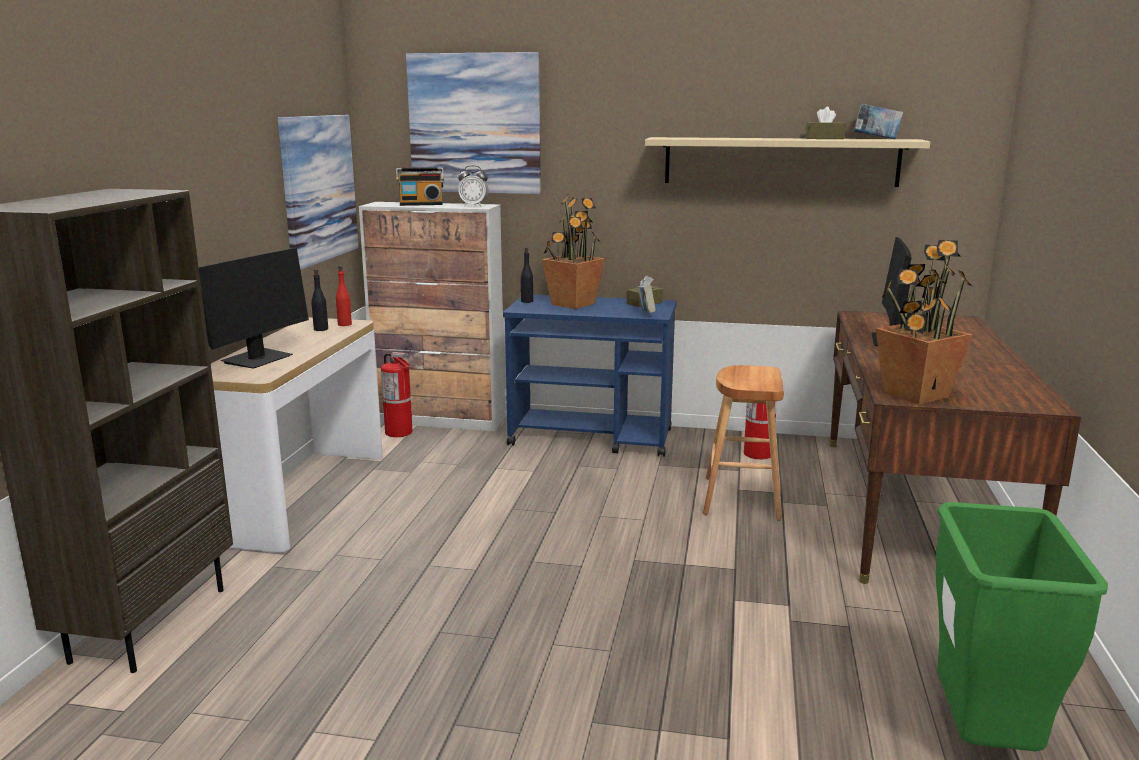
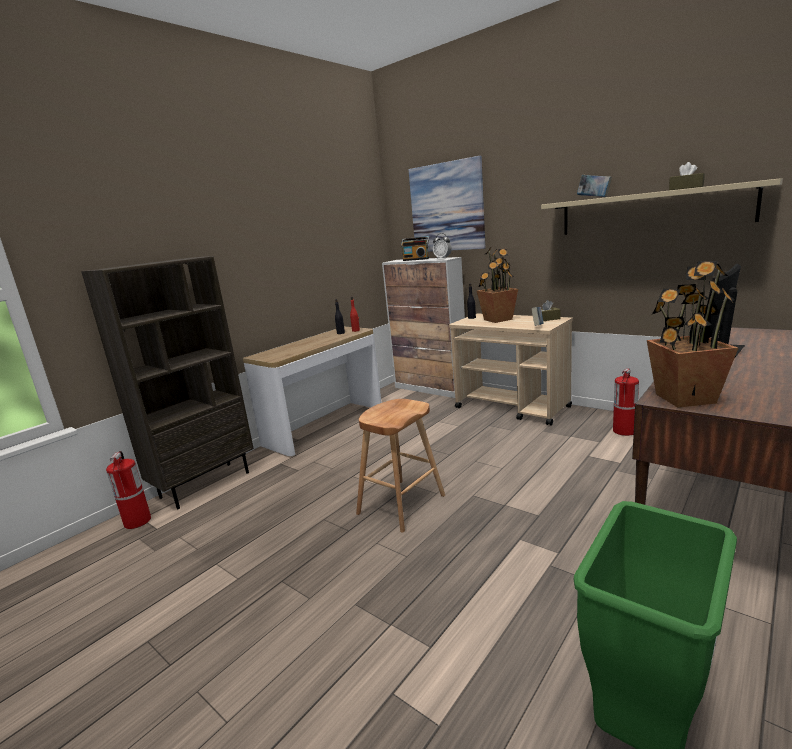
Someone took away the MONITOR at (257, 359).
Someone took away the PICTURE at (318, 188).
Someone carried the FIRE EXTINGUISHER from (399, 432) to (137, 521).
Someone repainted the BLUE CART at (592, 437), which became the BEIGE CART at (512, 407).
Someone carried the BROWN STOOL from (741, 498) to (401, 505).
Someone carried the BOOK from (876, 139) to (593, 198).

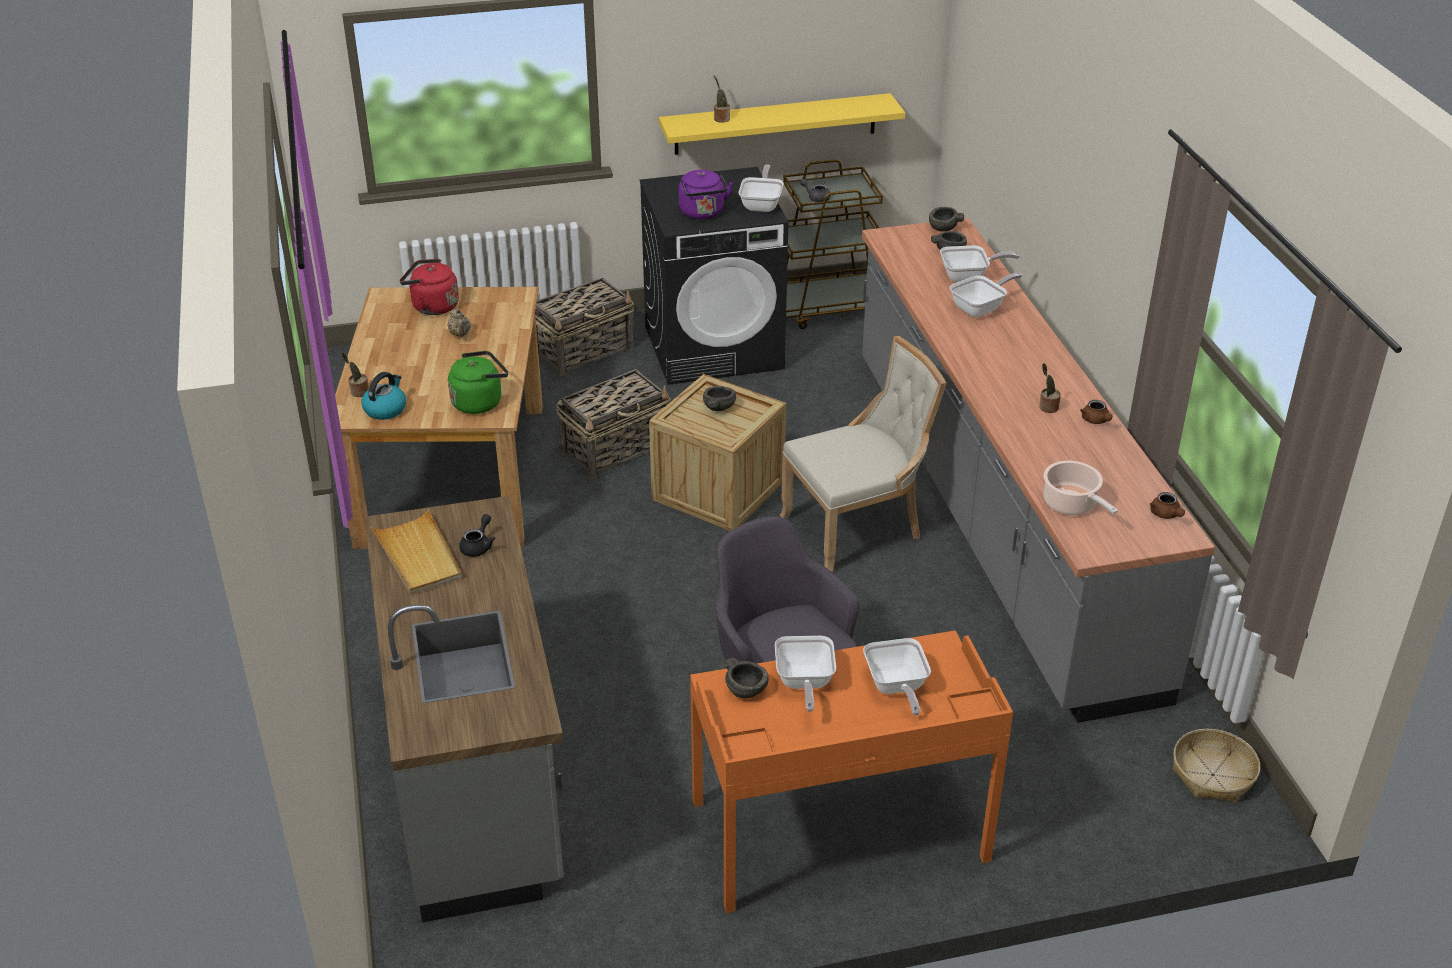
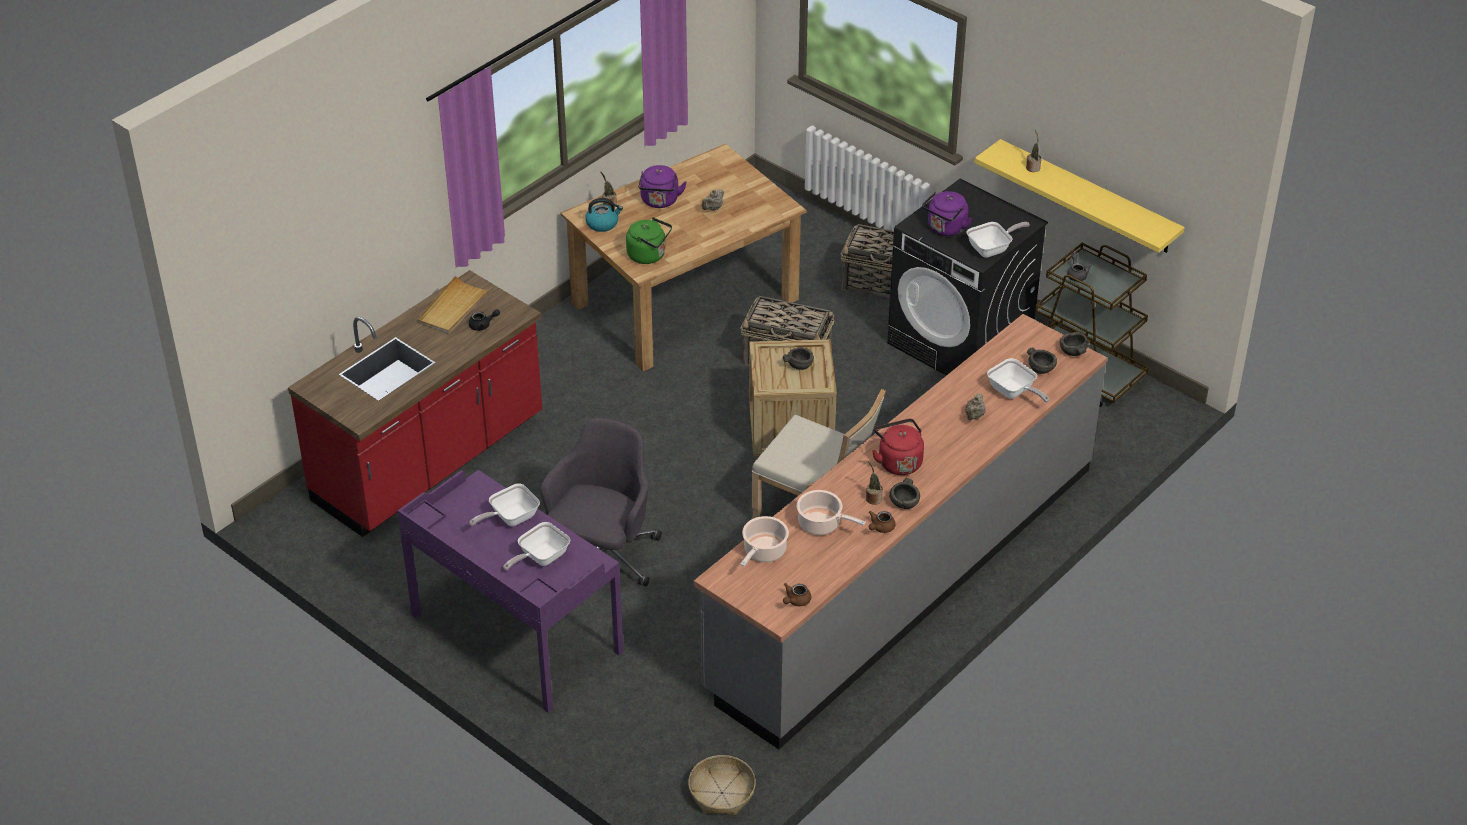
Someone repainted the GREY COUNTER at (476, 776), which became the RED COUNTER at (430, 461).
Someone carried the RED KETTLE from (432, 306) to (898, 461).
Someone repainted the ORANGE DESK at (839, 832), which became the PURPLE DESK at (515, 634).
Someone carried the GREY BOWL from (746, 690) to (904, 503).
Someone swapped the FRYING PAN at (981, 308) for the BEIGE TEAPOT at (974, 416).
Someone put down the PURPLE KETTLE at (660, 201).
Someone put down the COOKING POT at (821, 524).

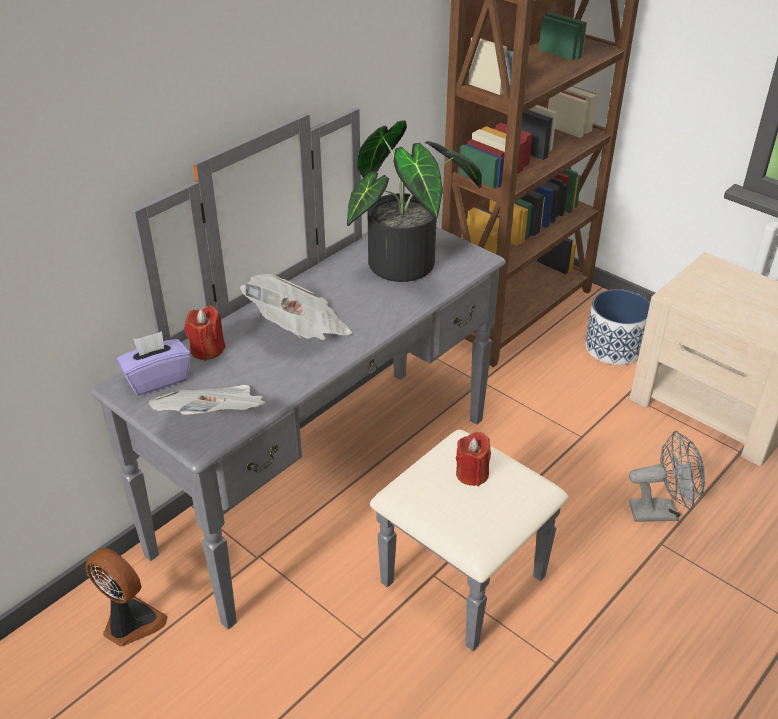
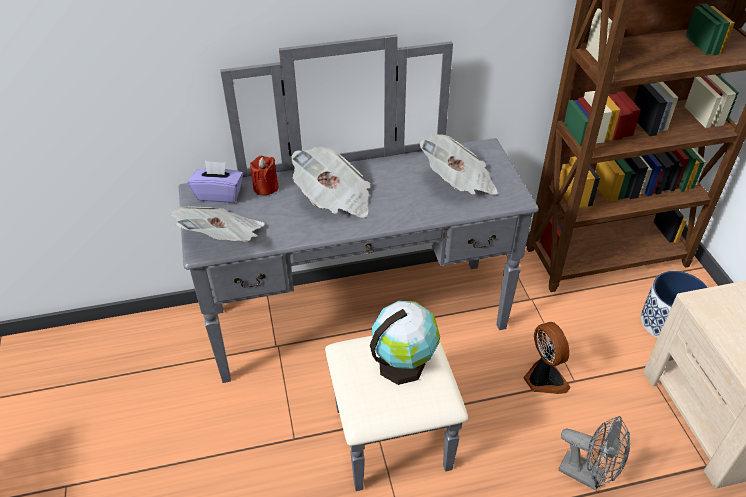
Someone carried the FAN from (130, 623) to (543, 379).
Someone swapped the POTTED PLANT at (410, 265) for the NEWSPAPER at (458, 183).
Someone swapped the RED CANDLE at (472, 474) for the GLOBE at (403, 363).

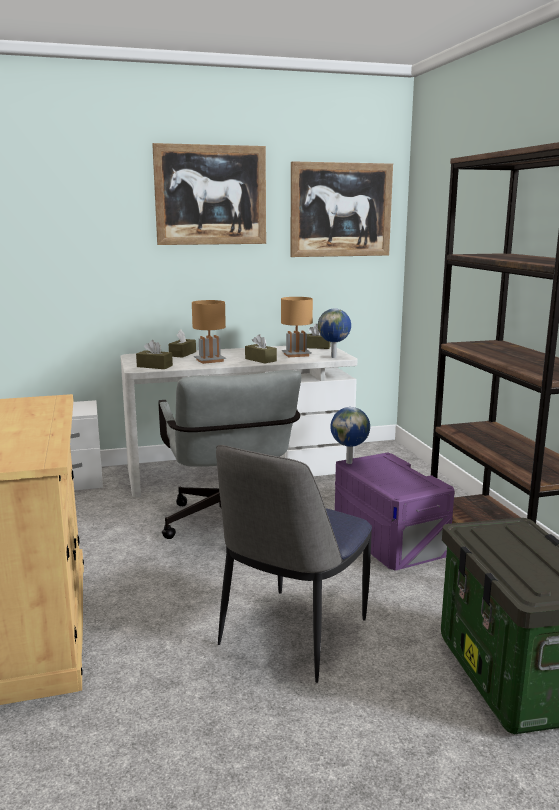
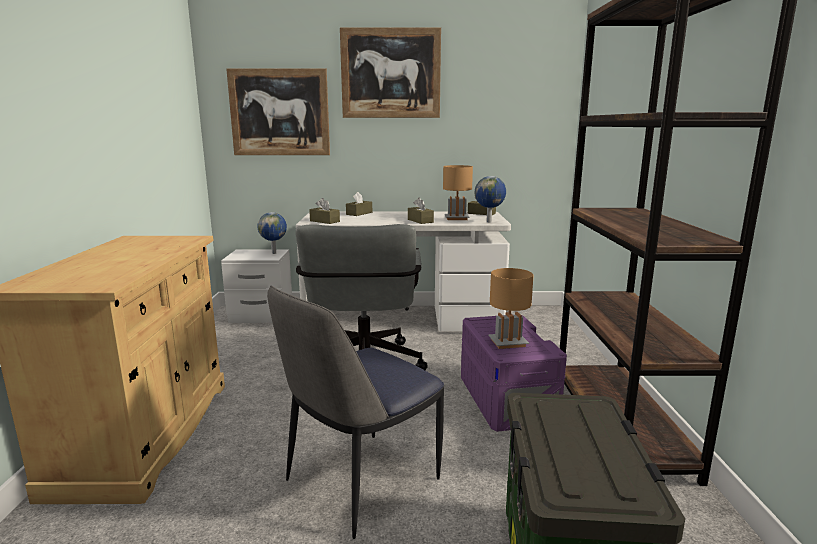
Someone carried the BROWN TABLE LAMP from (209, 360) to (508, 342).
Someone carried the PICTURE from (341, 210) to (279, 112).
Someone carried the GLOBE from (349, 462) to (274, 253).

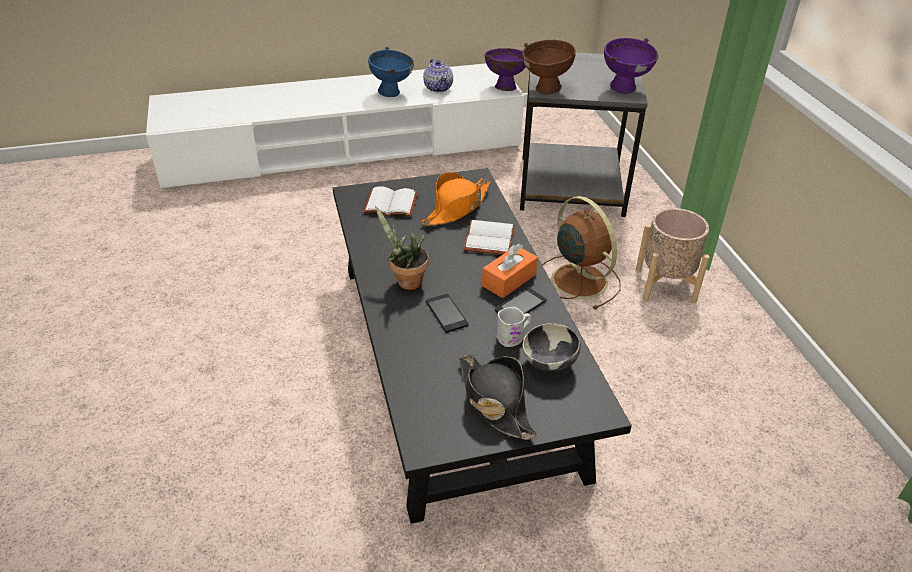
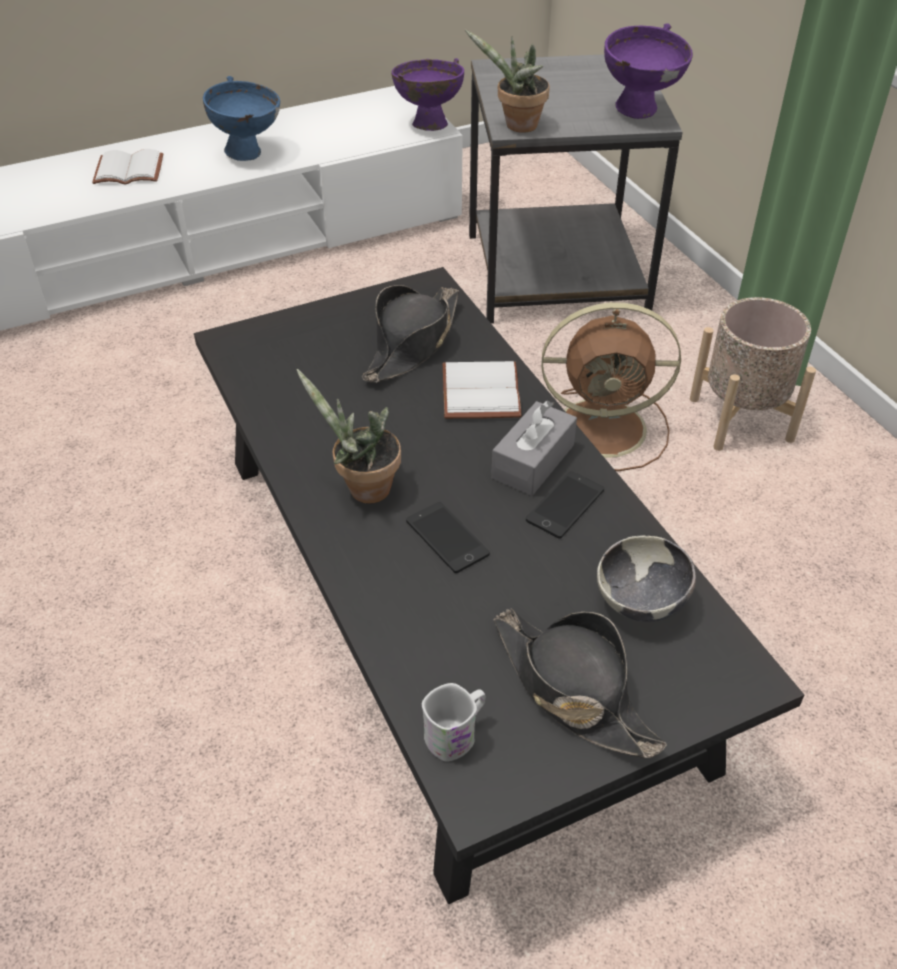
Someone carried the WHITE BOOK from (389, 205) to (127, 172).
Someone repainted the ORANGE HAT at (456, 208), which became the BLACK HAT at (412, 343).
Someone took away the TEAPOT at (438, 88).
Someone repainted the ORANGE TISSUE BOX at (509, 280), which became the GREY TISSUE BOX at (533, 461).
Someone carried the WHITE MUG from (513, 337) to (456, 735).
Someone swapped the BROWN BOWL at (546, 90) for the POTTED PLANT at (517, 126).
Someone rotated the BROWN FAN at (577, 279) by 135 degrees clockwise.

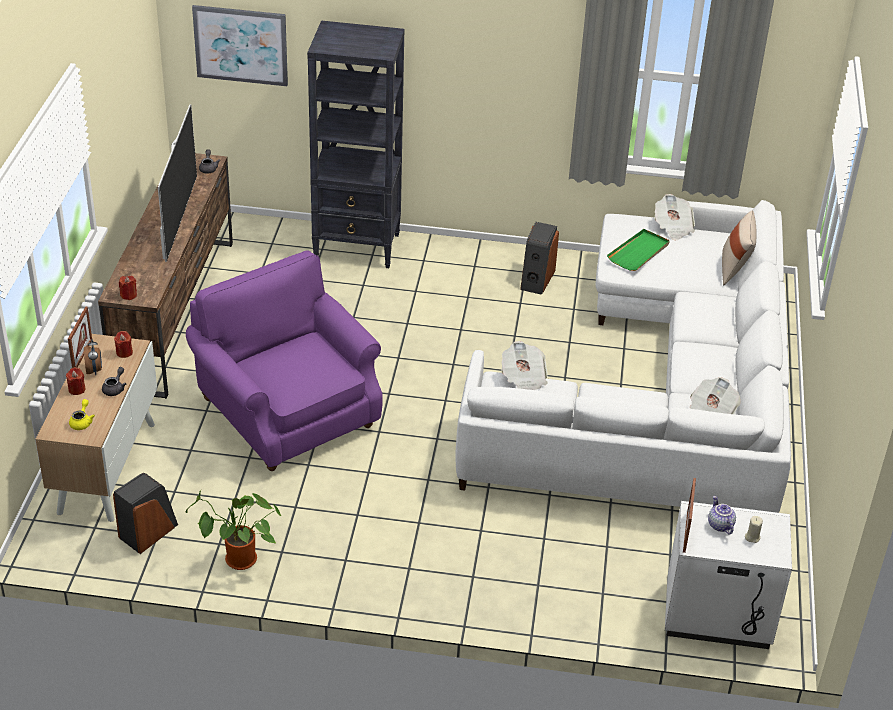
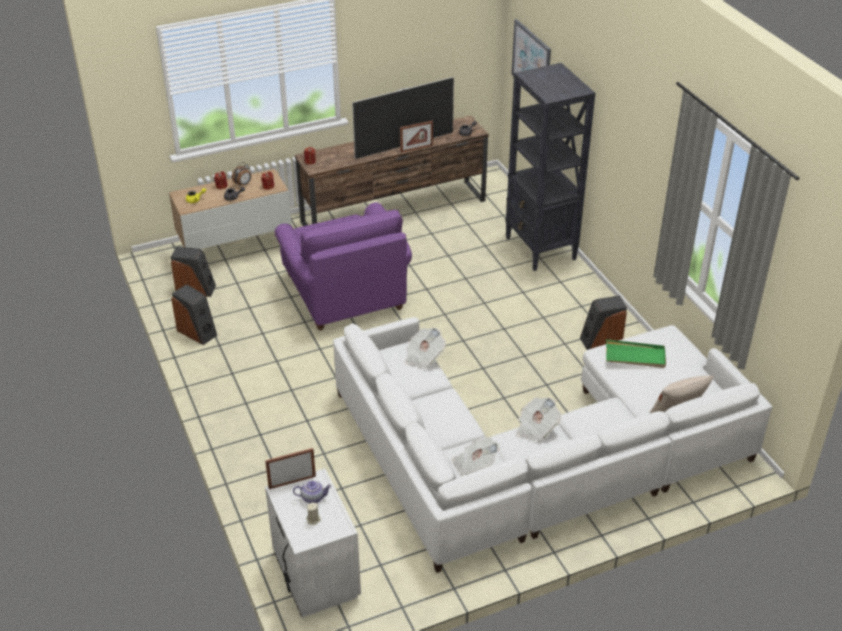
Someone carried the PICTURE FRAME from (82, 355) to (416, 148).
Someone rotated the PURPLE ARMCHAIR at (287, 412) by 135 degrees clockwise.
Someone swapped the POTTED PLANT at (238, 562) for the SPEAKER at (197, 332).
Someone carried the NEWSPAPER from (673, 227) to (536, 428).
Someone rotated the TEAPOT at (719, 525) by 45 degrees clockwise.

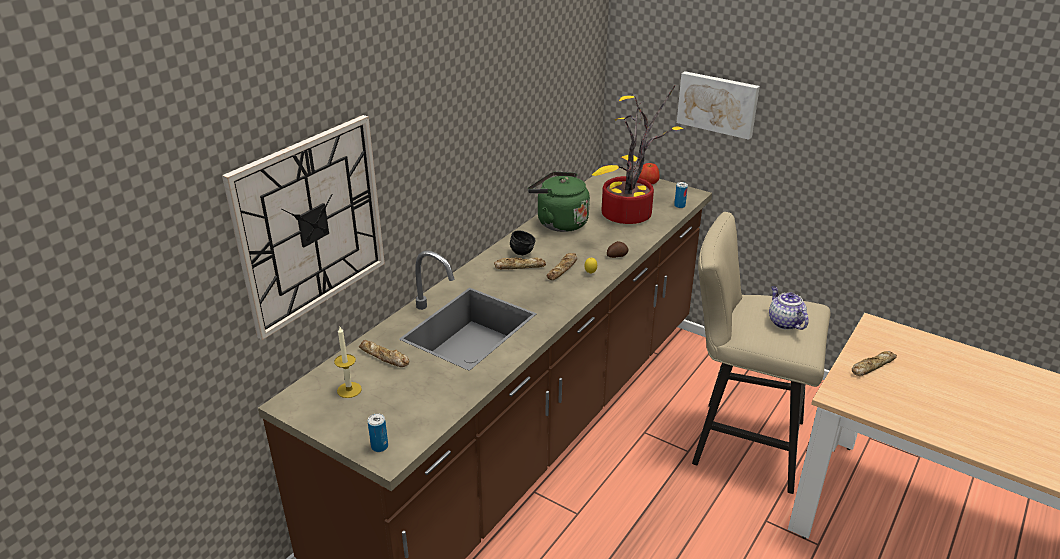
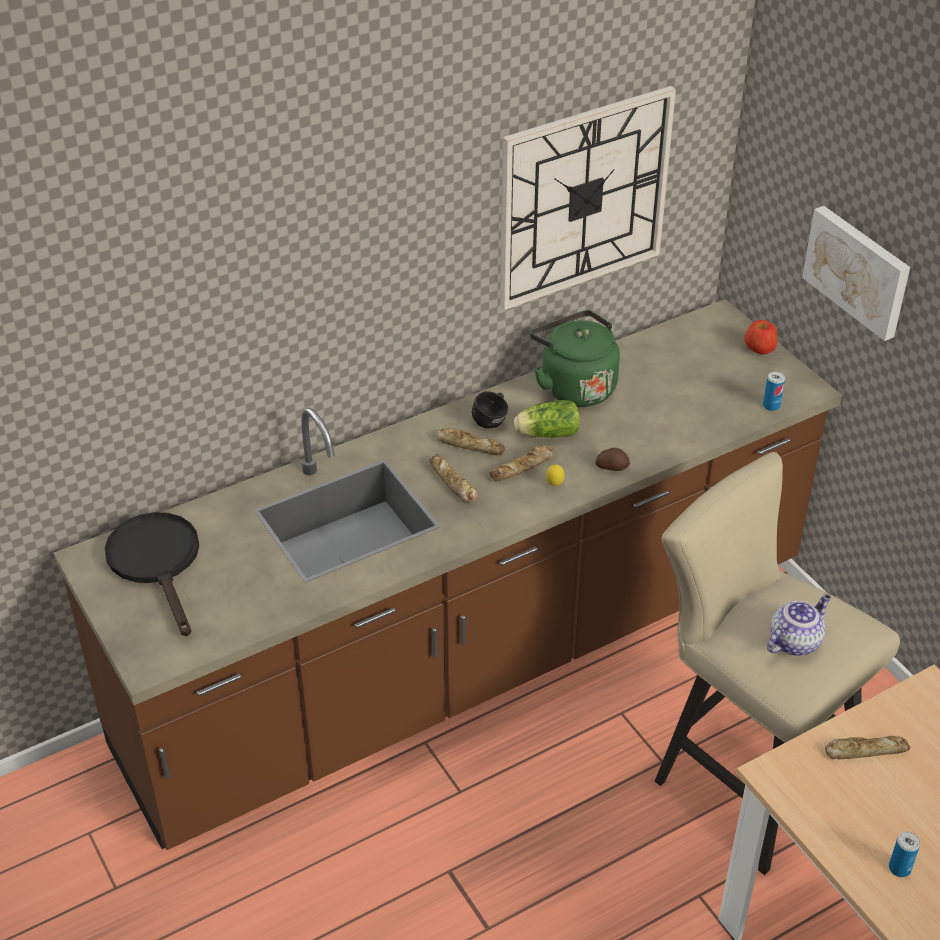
Someone carried the WALL CLOCK from (310, 224) to (583, 197).
Someone swapped the CANDLE at (349, 390) for the BLACK FRYING PAN at (158, 563).
Someone carried the BREAD from (384, 357) to (452, 483).
Someone carried the CAN from (379, 446) to (899, 868).
Someone took away the POTTED PLANT at (628, 217).
Someone rotated the TEAPOT at (784, 322) by 45 degrees clockwise.
Someone put down the LETTUCE at (546, 433).

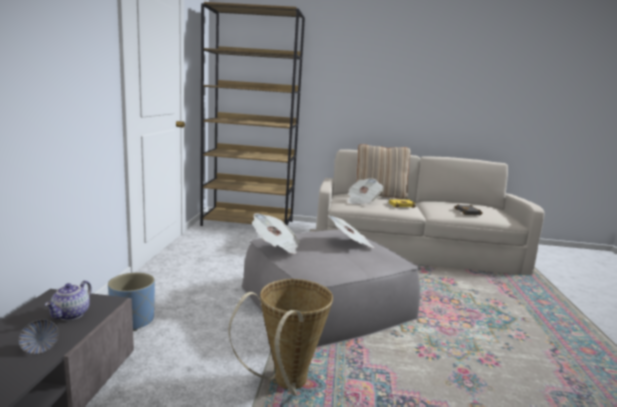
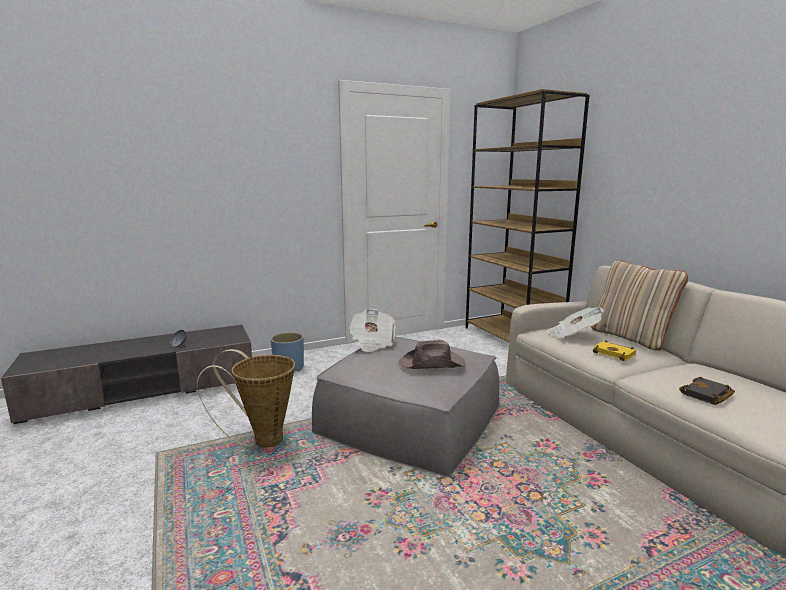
Someone took away the TEAPOT at (71, 315).
Someone swapped the NEWSPAPER at (350, 244) for the BROWN HAT at (432, 364).

